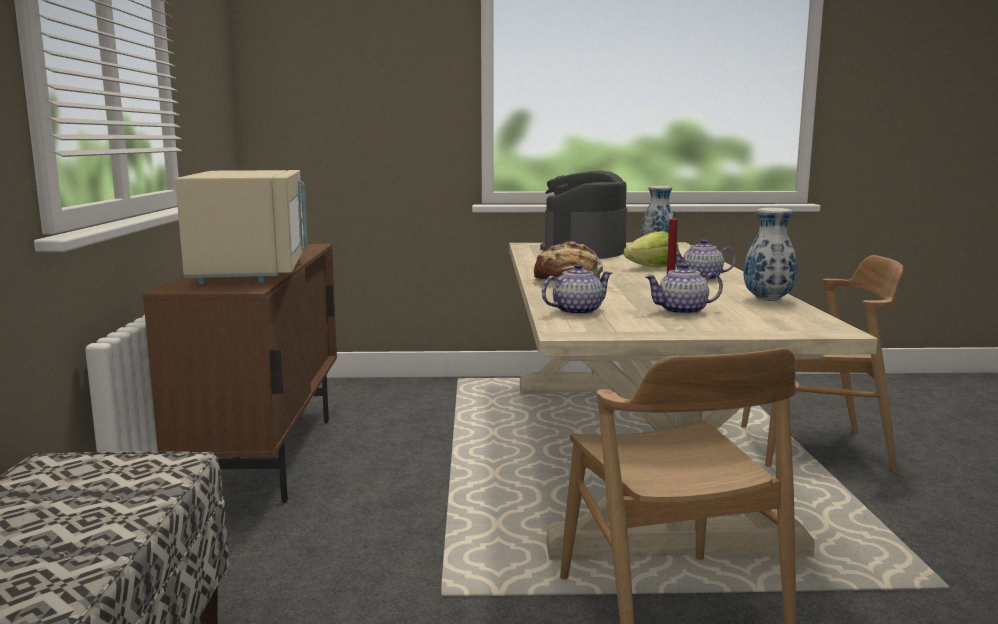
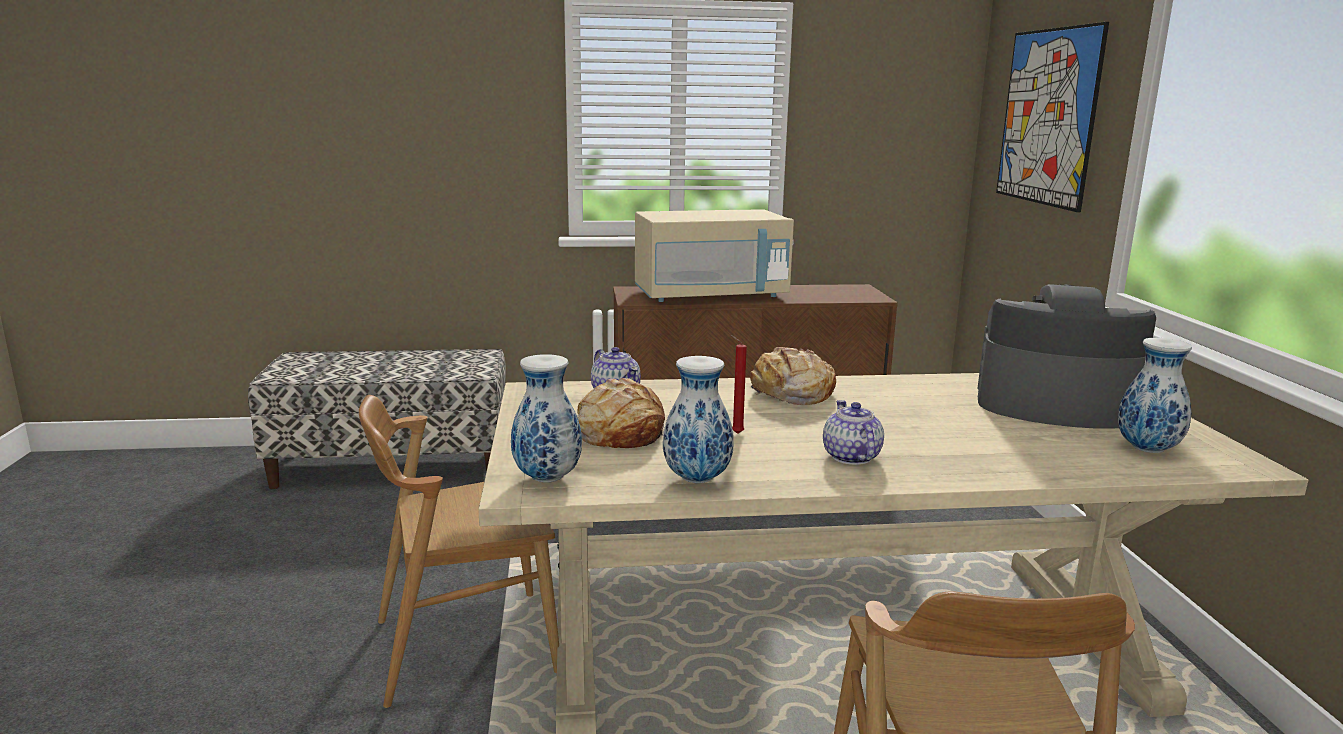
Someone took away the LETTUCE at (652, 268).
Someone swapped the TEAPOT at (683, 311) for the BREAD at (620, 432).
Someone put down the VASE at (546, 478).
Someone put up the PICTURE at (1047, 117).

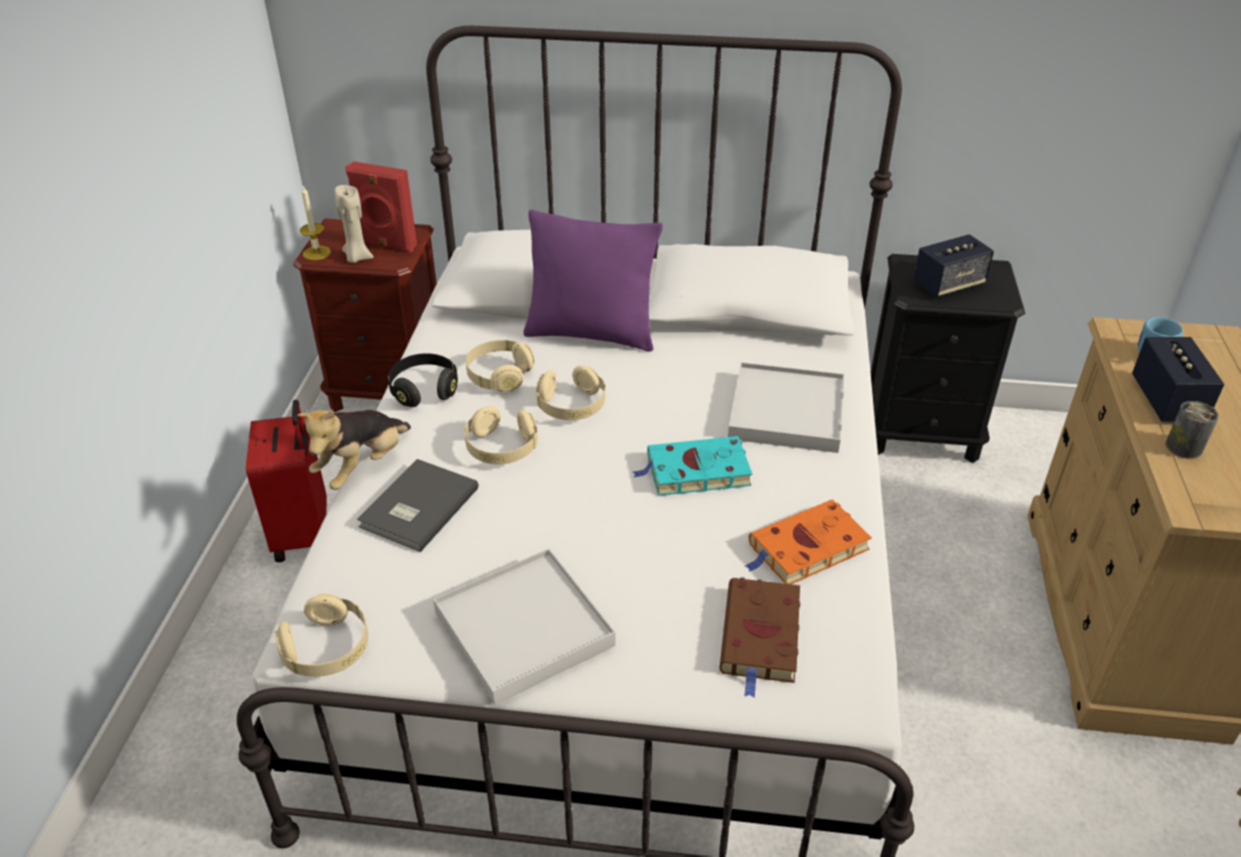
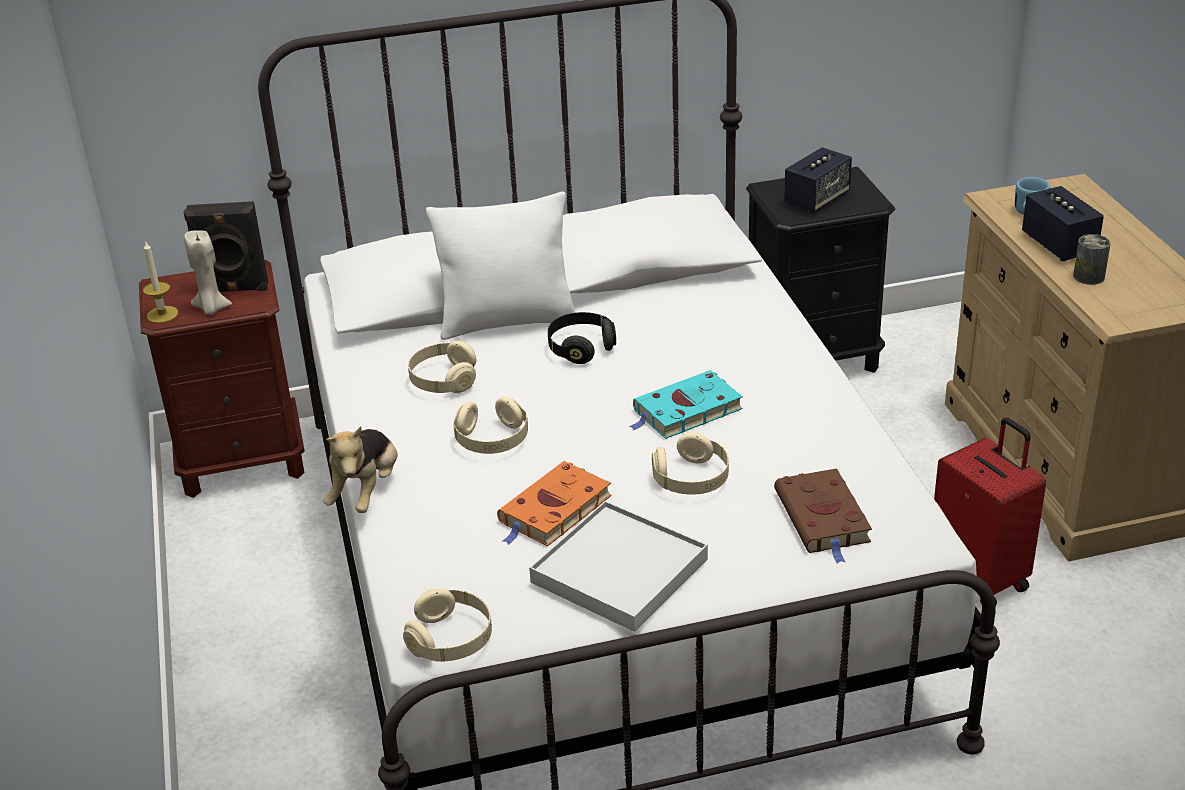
Someone carried the RED SUITCASE from (304, 534) to (981, 577).
Someone repainted the RED SPEAKER at (386, 245), which became the BLACK SPEAKER at (234, 289).
Someone took away the GREY BOOK at (416, 507).
Someone carried the BLACK HEADPHONES from (424, 390) to (581, 348).
Someone repainted the PURPLE PILLOW at (591, 334), which became the WHITE PILLOW at (507, 321).
Someone carried the BEIGE HEADPHONES from (571, 406) to (691, 480).
Someone took away the WHITE TRAY at (786, 412).
Someone carried the ORANGE BOOK from (806, 548) to (553, 511).

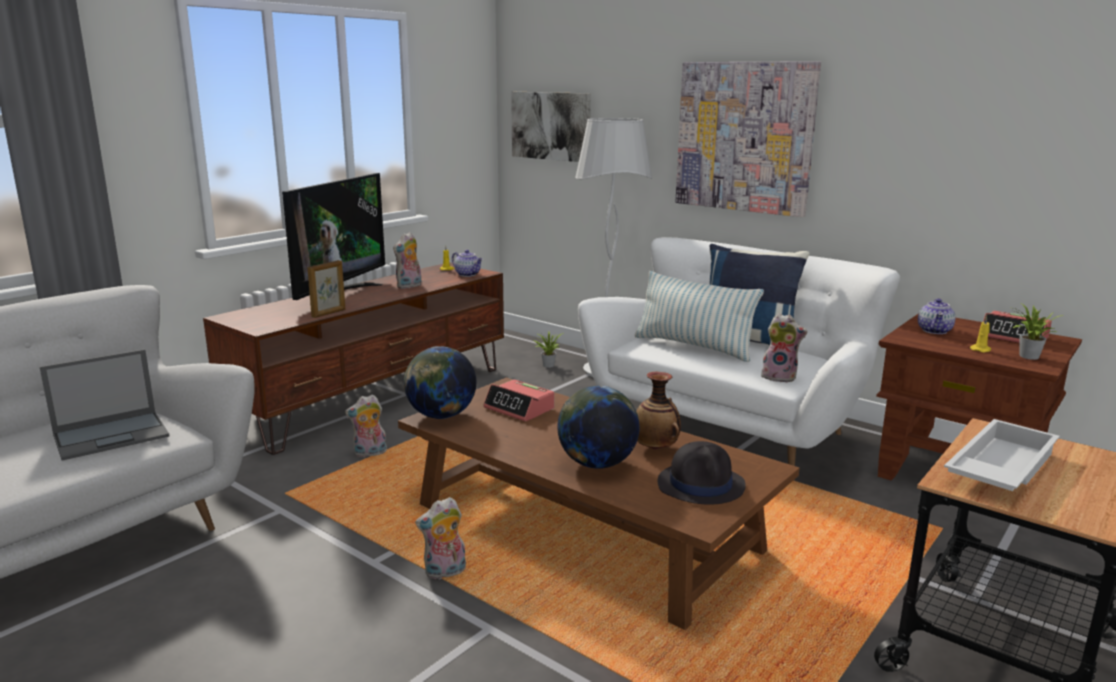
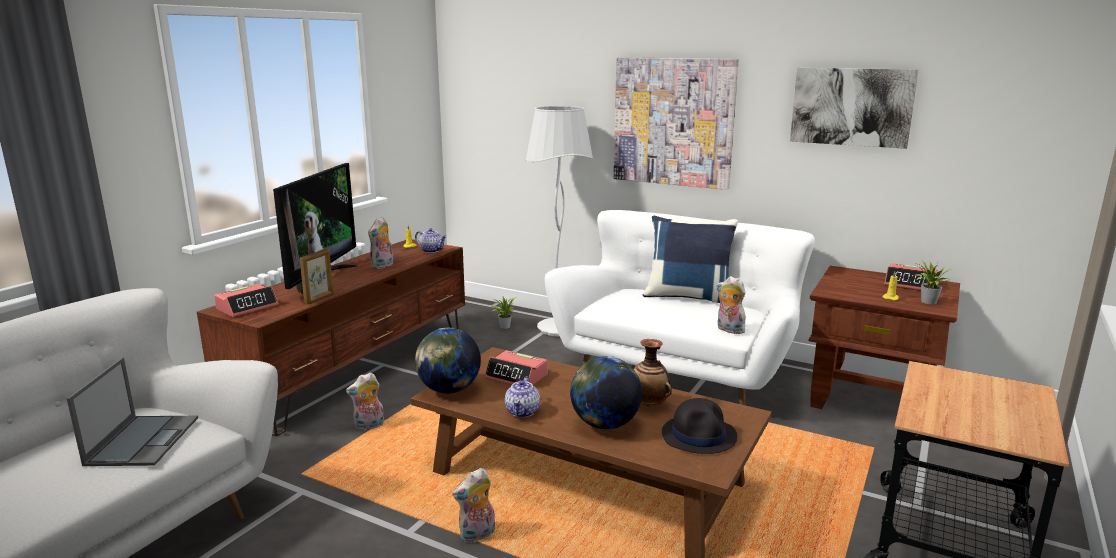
Someone rotated the LAPTOP at (112, 435) by 45 degrees counterclockwise.
Someone carried the PICTURE from (551, 126) to (851, 106).
Someone took away the PILLOW at (693, 347).
Someone rotated the PLUSH TOY at (780, 377) by 150 degrees counterclockwise.
Someone carried the TEAPOT from (935, 331) to (523, 412).
Someone took away the WHITE TRAY at (998, 467).
Someone put down the ALARM CLOCK at (247, 307).

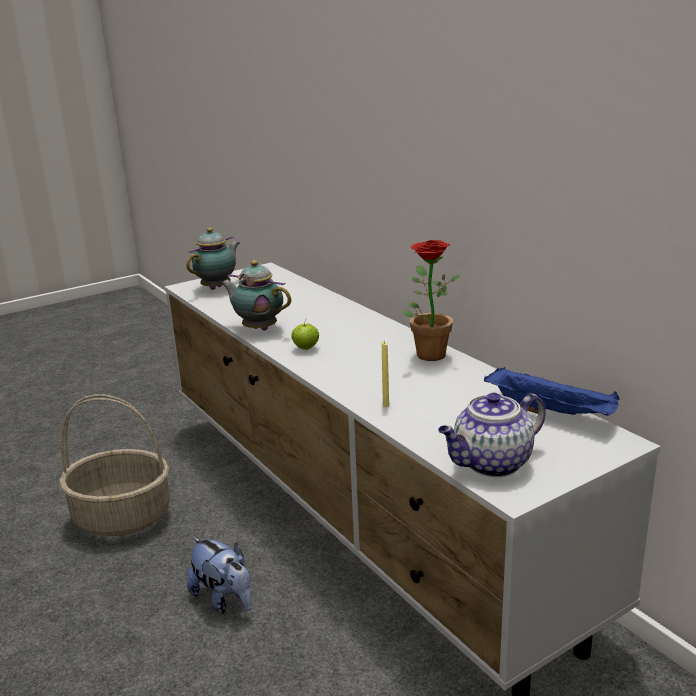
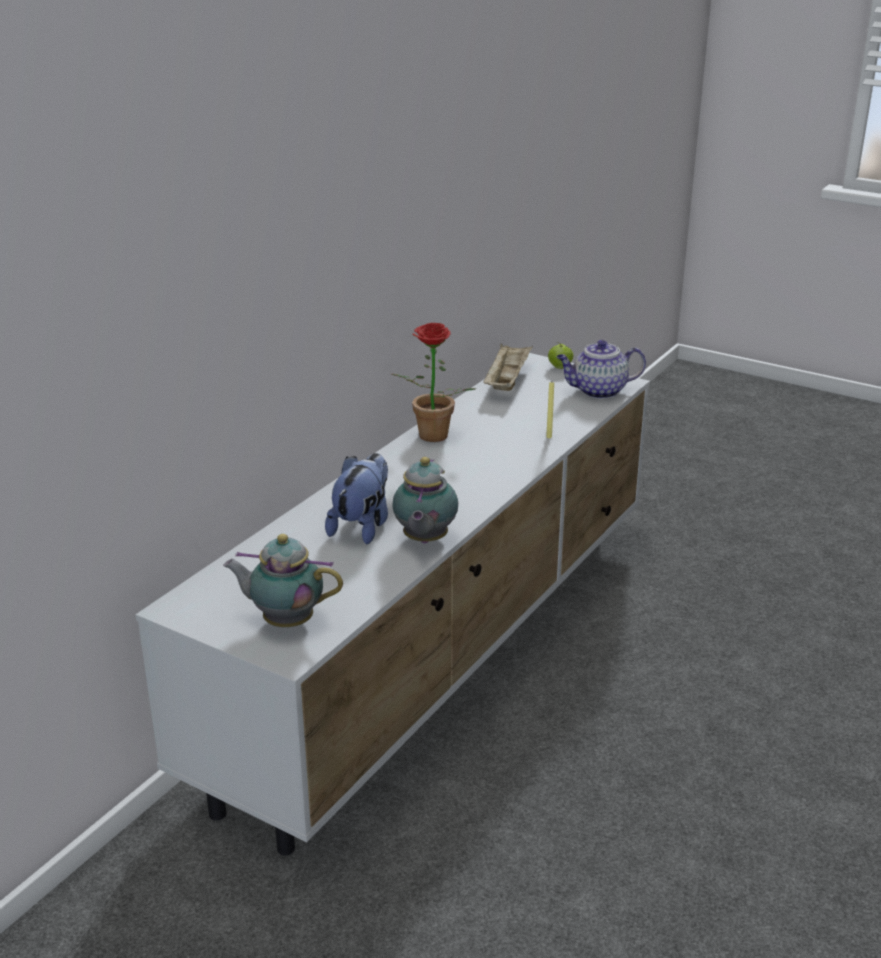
Someone took away the BASKET at (123, 516).
Someone carried the PLUSH TOY from (224, 599) to (362, 526).
Someone carried the APPLE from (306, 348) to (560, 367).
Someone rotated the TEAPOT at (491, 464) by 135 degrees clockwise.
Someone repainted the BLUE TRAY at (551, 412), which became the BEIGE TRAY at (507, 381).

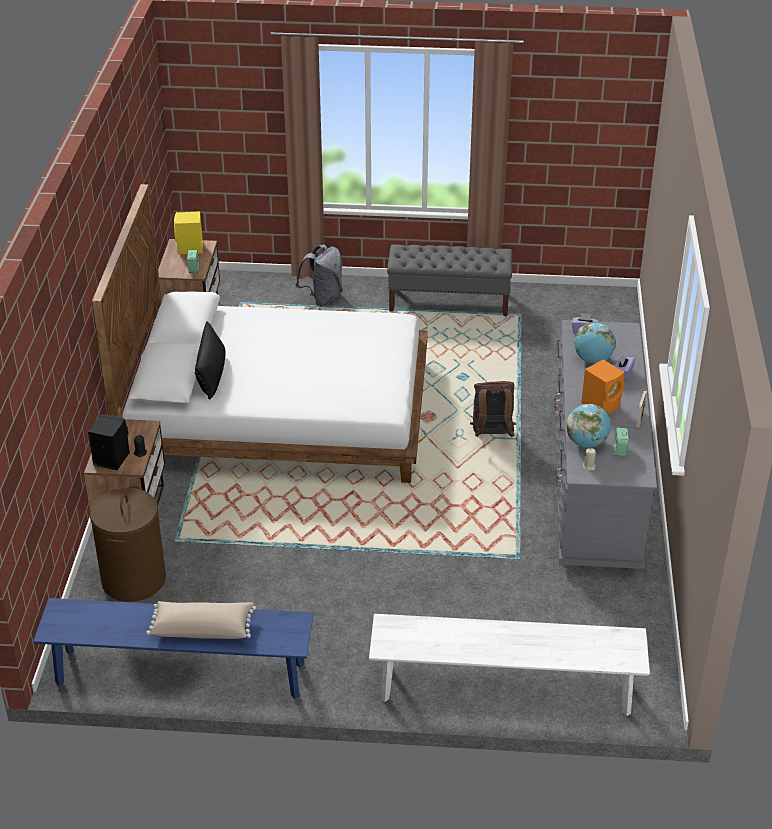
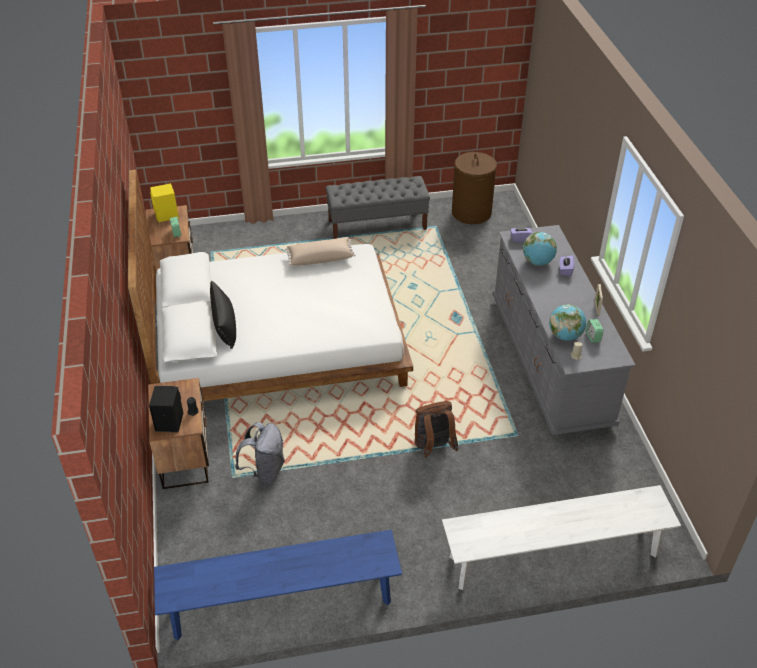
Someone carried the BROWN LAUNDRY BASKET from (134, 580) to (471, 213).
Someone carried the BEIGE PILLOW from (202, 628) to (320, 258).
Someone carried the GREY BACKPACK from (323, 298) to (264, 471).
Someone carried the BROWN BACKPACK from (491, 435) to (433, 448).
Someone took away the ORANGE SPEAKER at (602, 404).

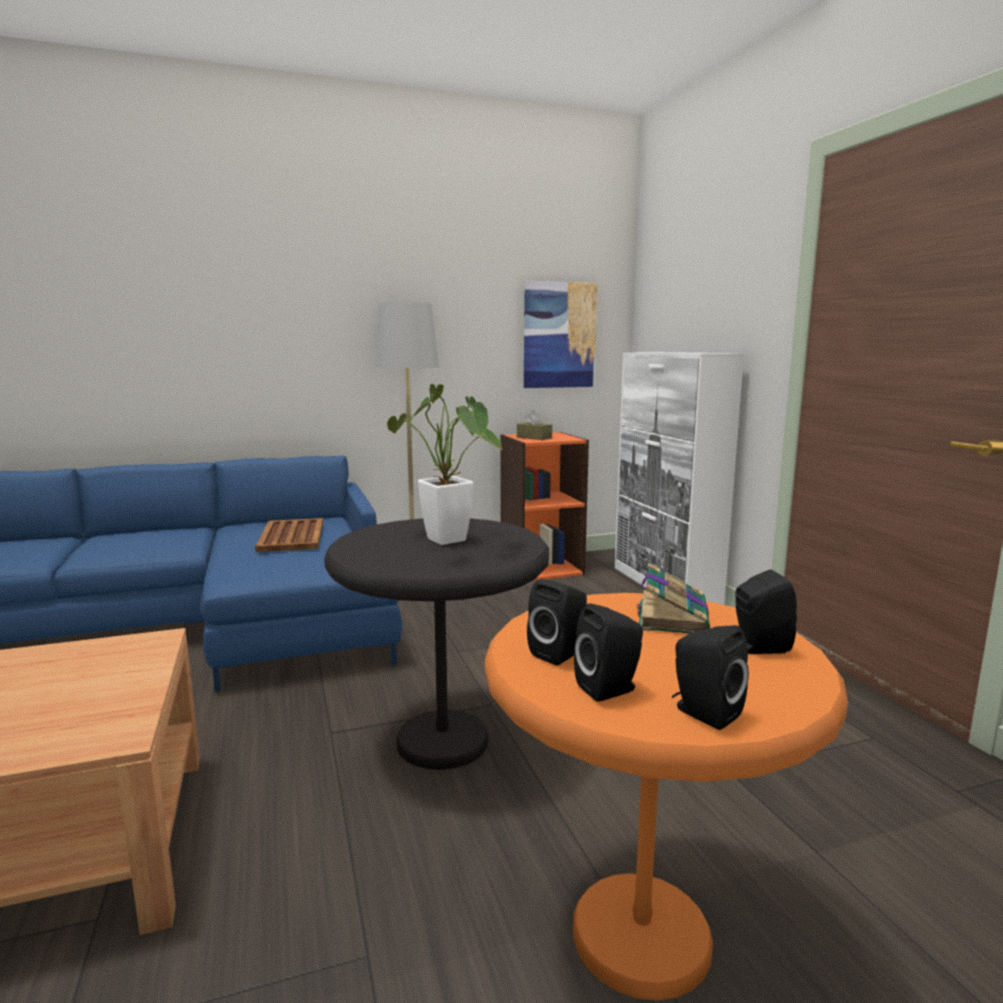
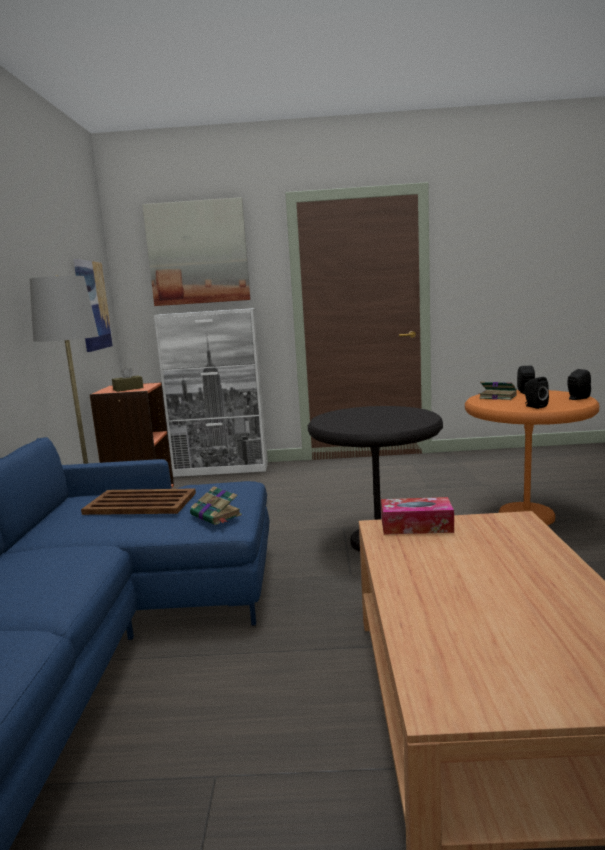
Someone took away the POTTED PLANT at (450, 542).
Someone took away the BLACK SPEAKER at (610, 689).
Someone put up the PICTURE at (198, 253).
Someone put down the BOOK at (216, 515).
Someone put down the TISSUE BOX at (416, 526).

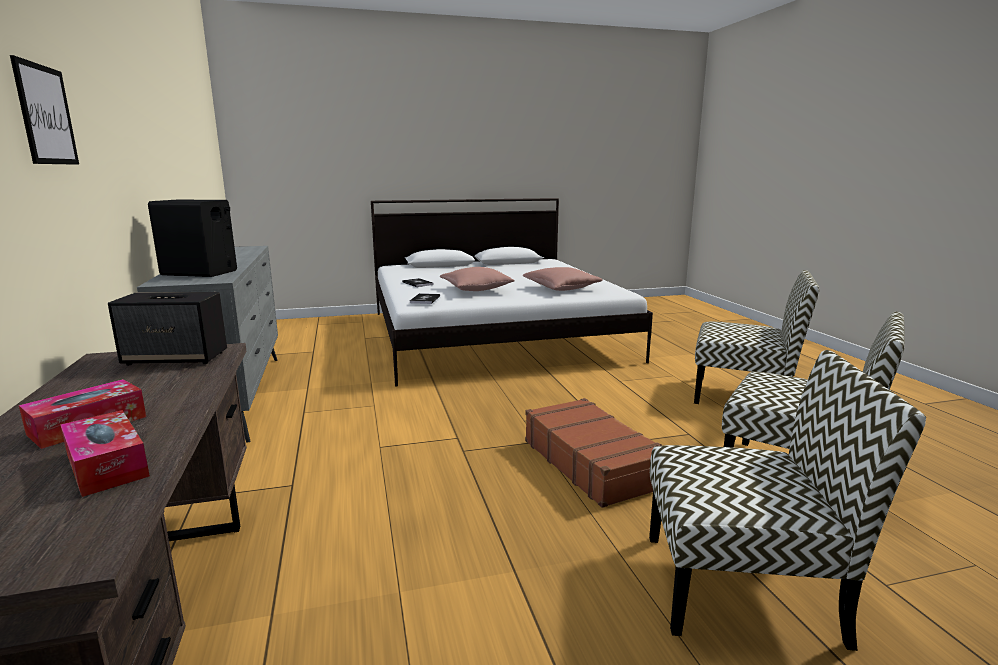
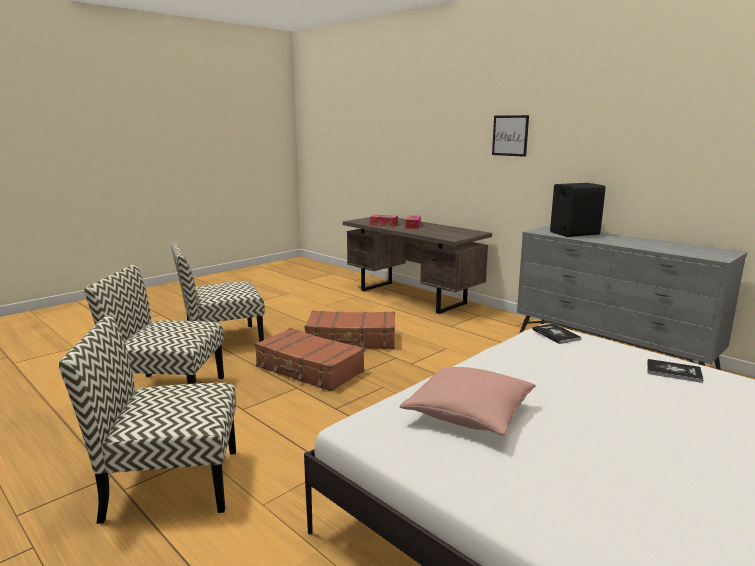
Someone took away the SPEAKER at (177, 358).
Someone took away the PINK PILLOW at (476, 290).
Someone put down the BROWN SUITCASE at (351, 340).

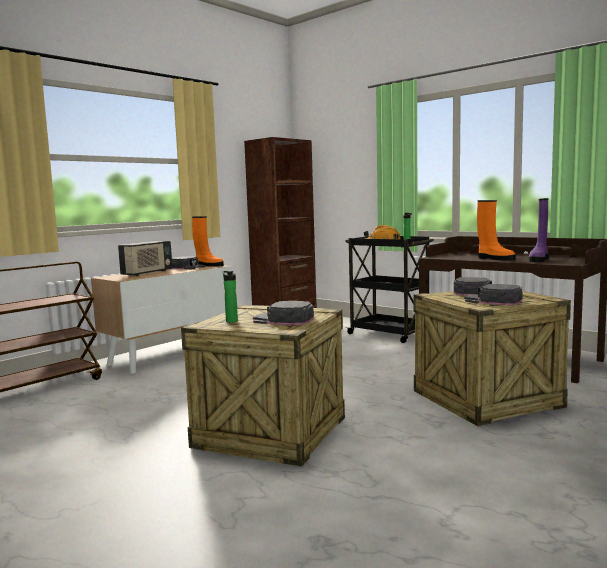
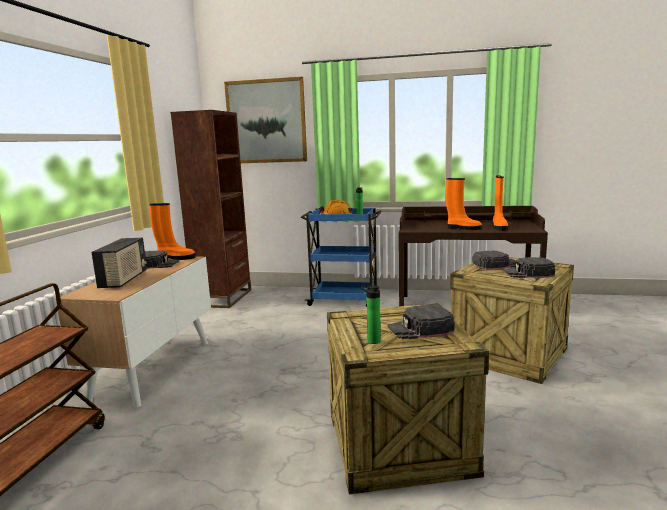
Someone repainted the BLACK CART at (389, 334), which became the BLUE CART at (344, 300).
Someone repainted the PURPLE BOOT at (539, 260), which became the ORANGE BOOT at (499, 227).
Someone put up the PICTURE at (266, 121).

